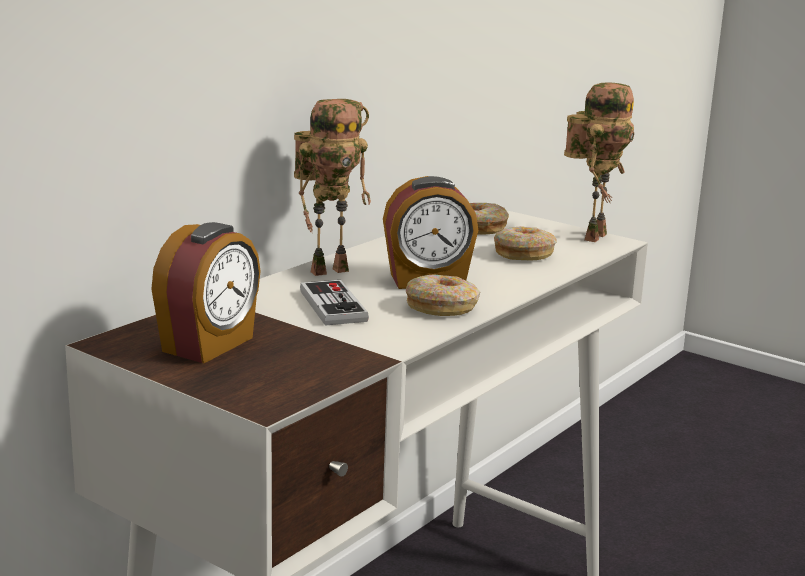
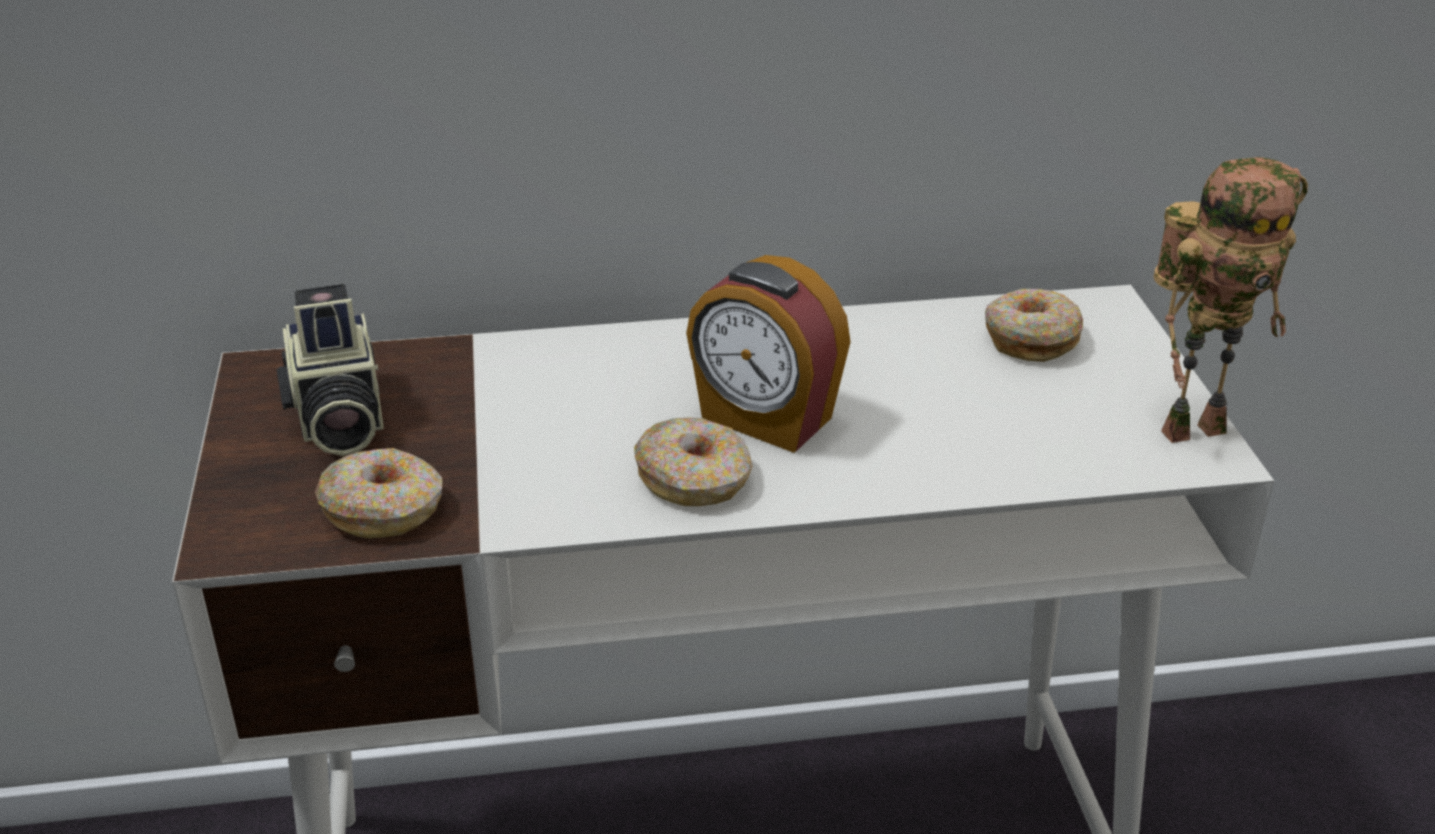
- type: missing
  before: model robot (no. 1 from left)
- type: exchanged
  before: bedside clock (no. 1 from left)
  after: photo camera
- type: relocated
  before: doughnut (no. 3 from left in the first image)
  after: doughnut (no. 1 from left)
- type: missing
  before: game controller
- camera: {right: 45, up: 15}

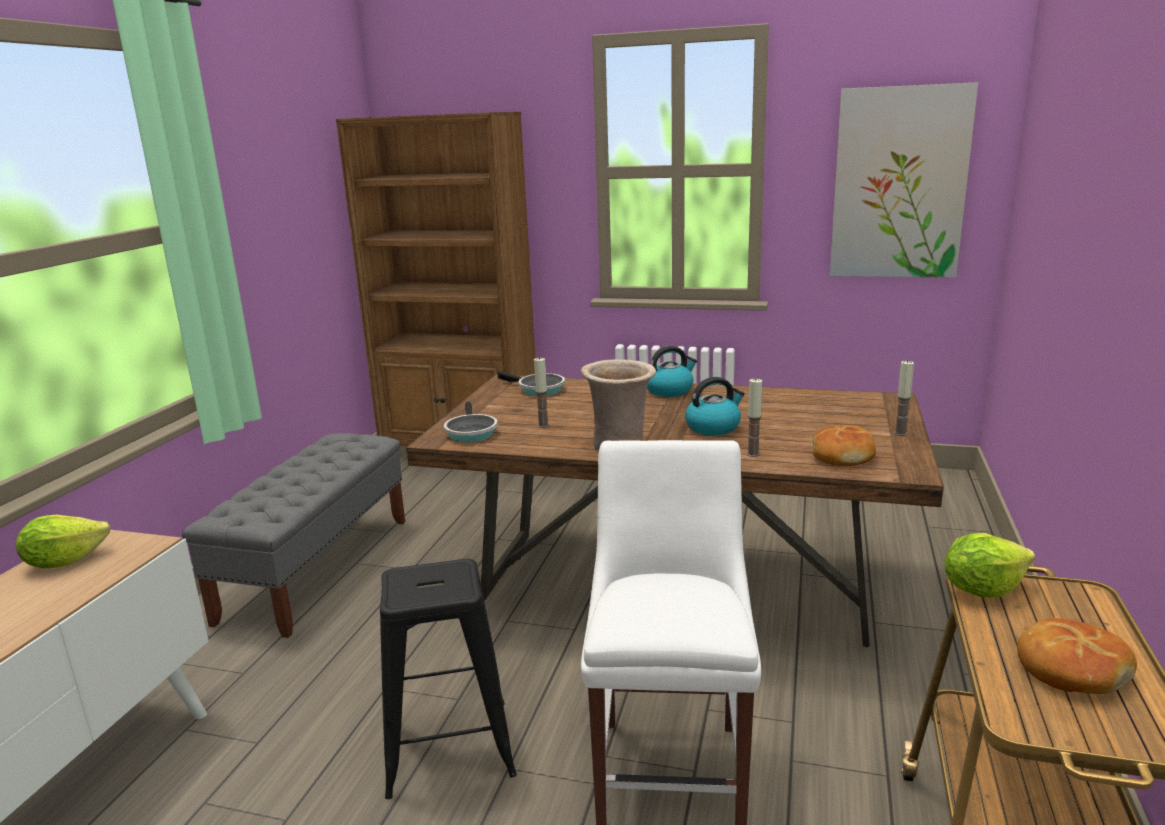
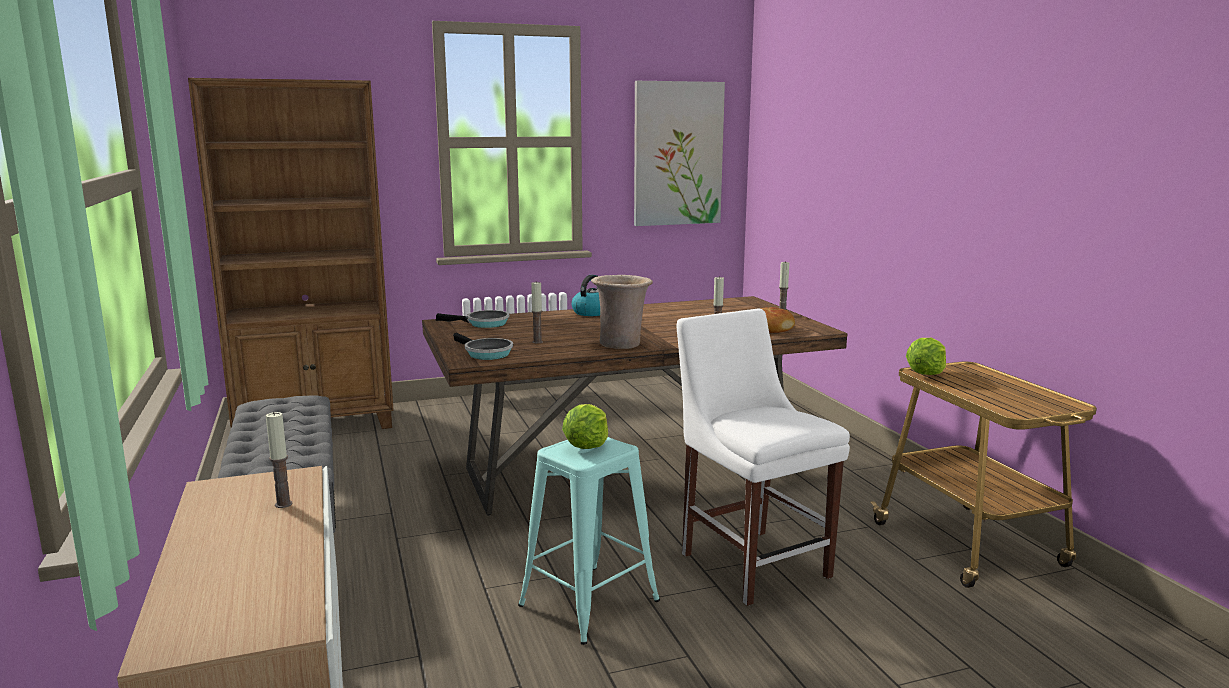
- type: missing
  before: tea kettle (no. 2 from left)
- type: relocated
  before: head of lettuce (no. 1 from left)
- type: colour
  before: blackish stool seat
  after: turquoise stool seat
- type: missing
  before: bread (no. 2 from left)
- type: appeared
  after: wax light (no. 1 from left)
- camera: {right: -35, up: -5}

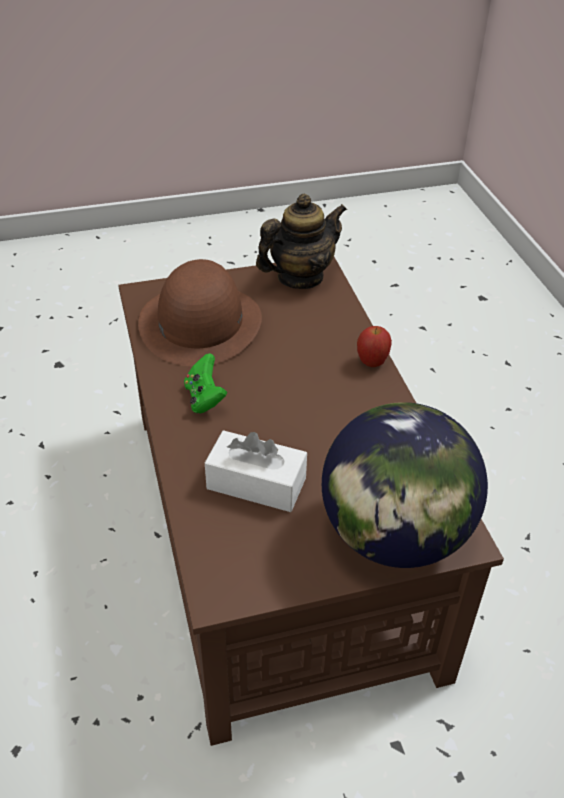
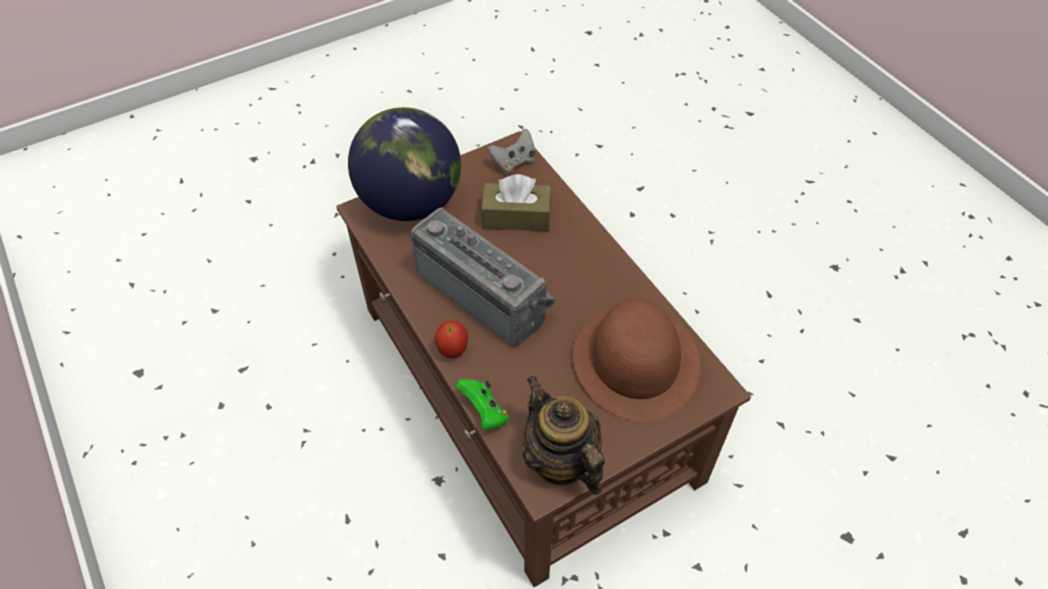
- type: spun
  before: tea pot
  turn: 105
- type: relocated
  before: greenish game controller
- type: colour
  before: white box of tissues
  after: brown-coloured box of tissues
- type: appeared
  after: gray game controller
- type: appeared
  after: radio
- camera: {right: 165, up: 10}

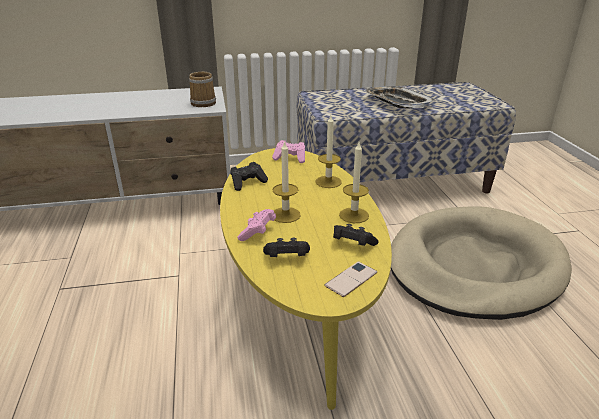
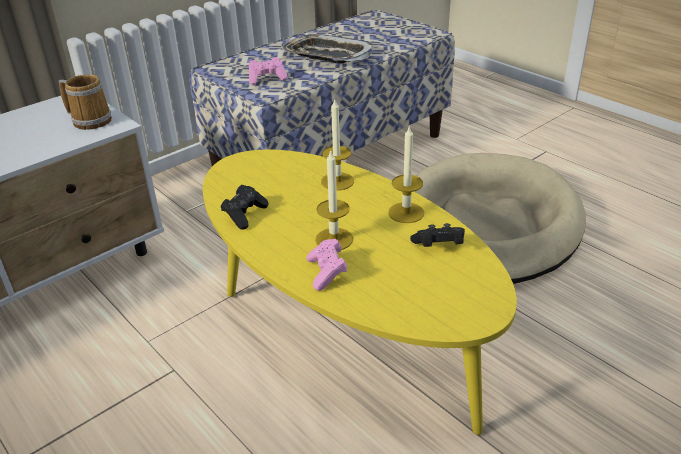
- type: relocated
  before: pink-coloured game controller (no. 2 from left in the first image)
  after: pink-coloured game controller (no. 1 from left)
- type: missing
  before: blackish game controller (no. 2 from left)
- type: missing
  before: phone
- camera: {right: -30, up: 5}

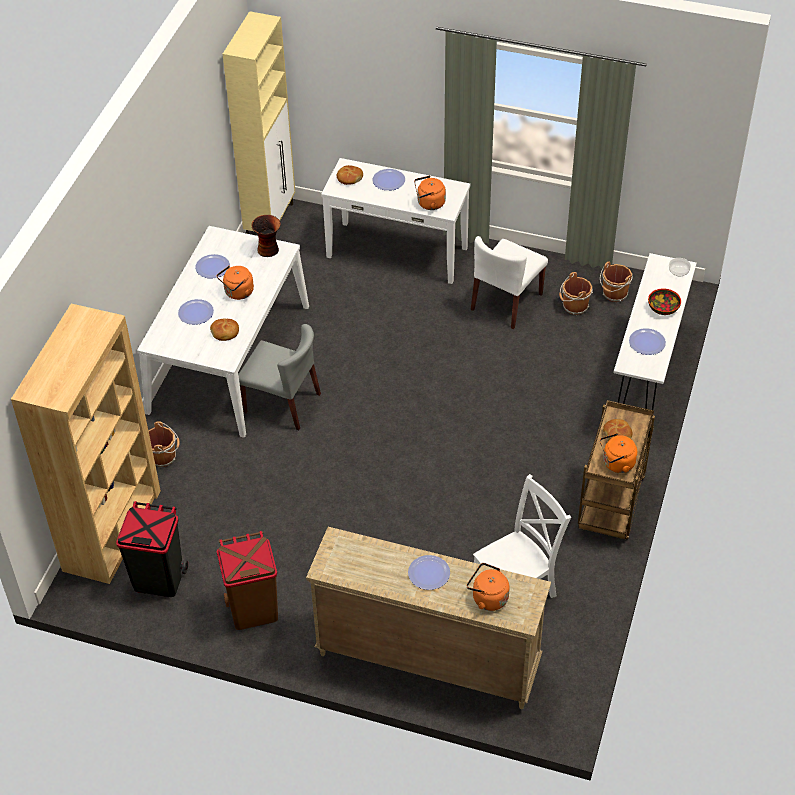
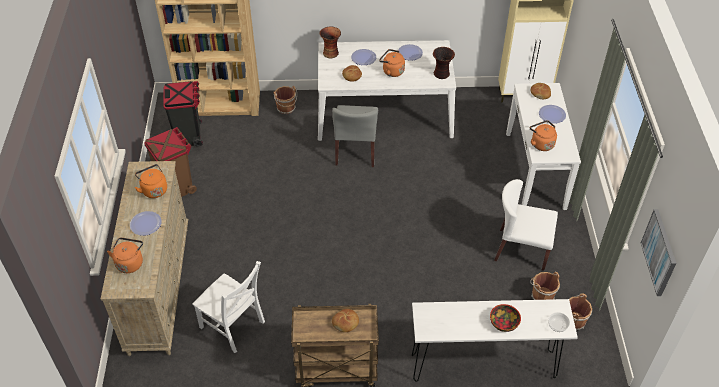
- type: missing
  before: plate (no. 5 from left)
- type: relocated
  before: orange tea kettle (no. 4 from left in the first image)
  after: orange tea kettle (no. 2 from left)
- type: appeared
  after: flower vase (no. 1 from left)
- type: appeared
  after: wall art
- camera: {right: 70, up: 0}

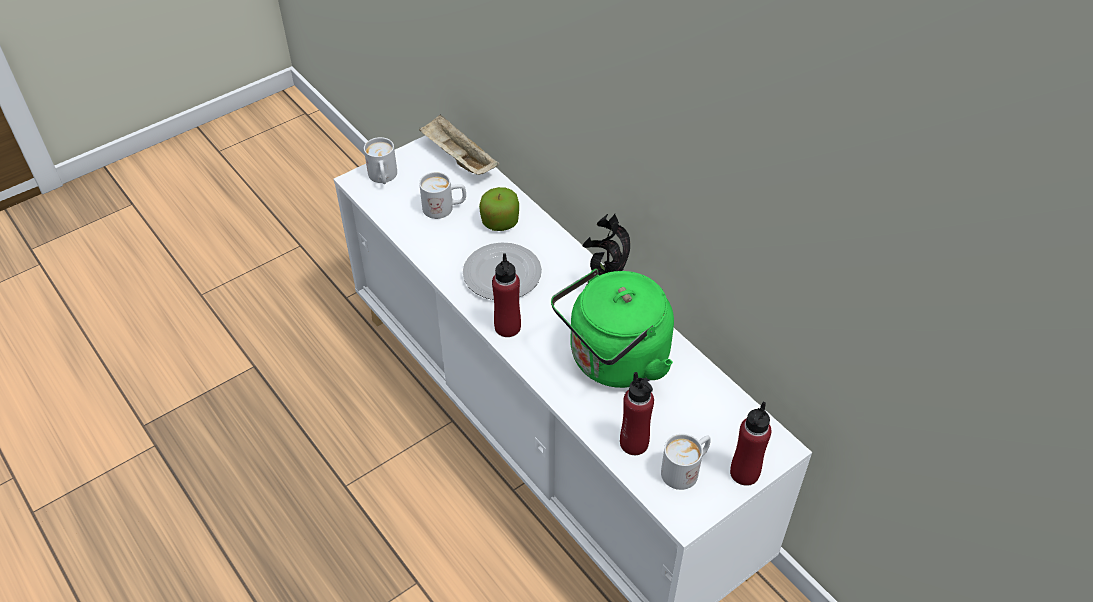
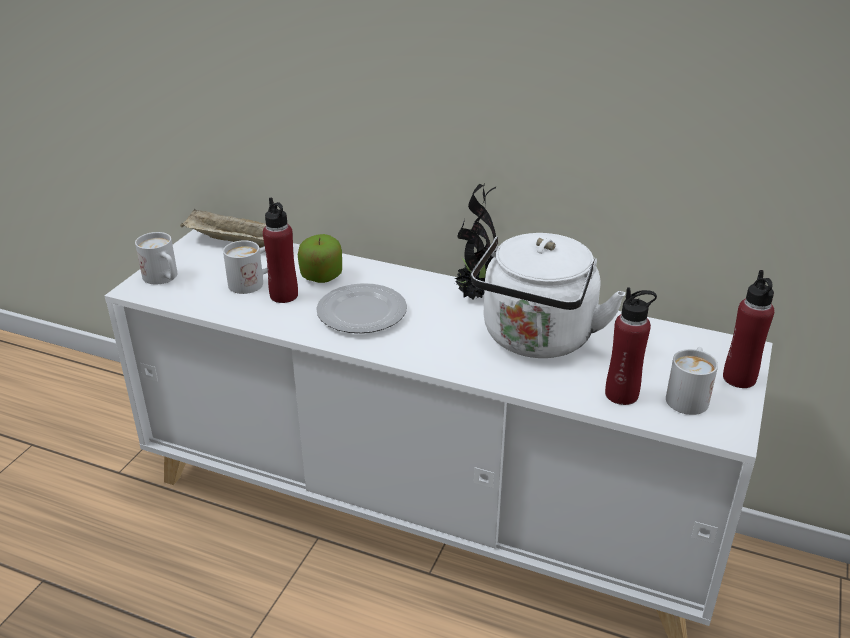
- type: relocated
  before: red bottle (no. 1 from left)
- type: colour
  before: greenish tea kettle
  after: white tea kettle
- camera: {right: -30, up: -15}

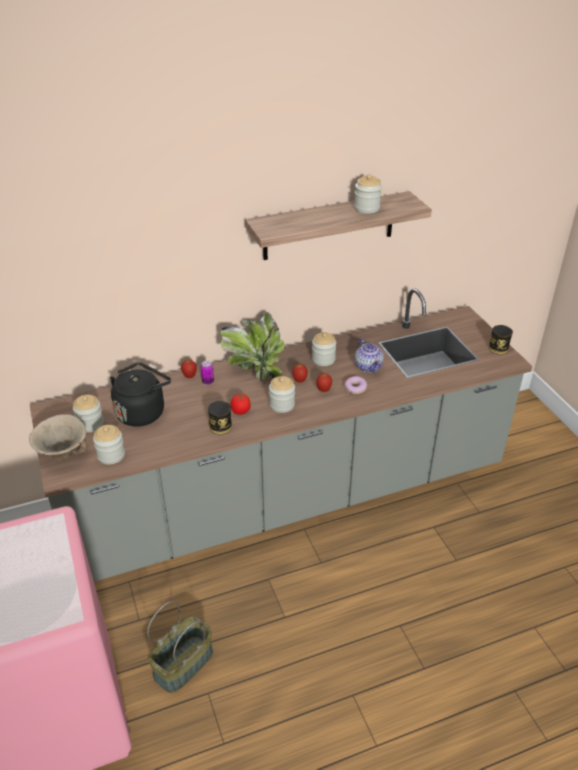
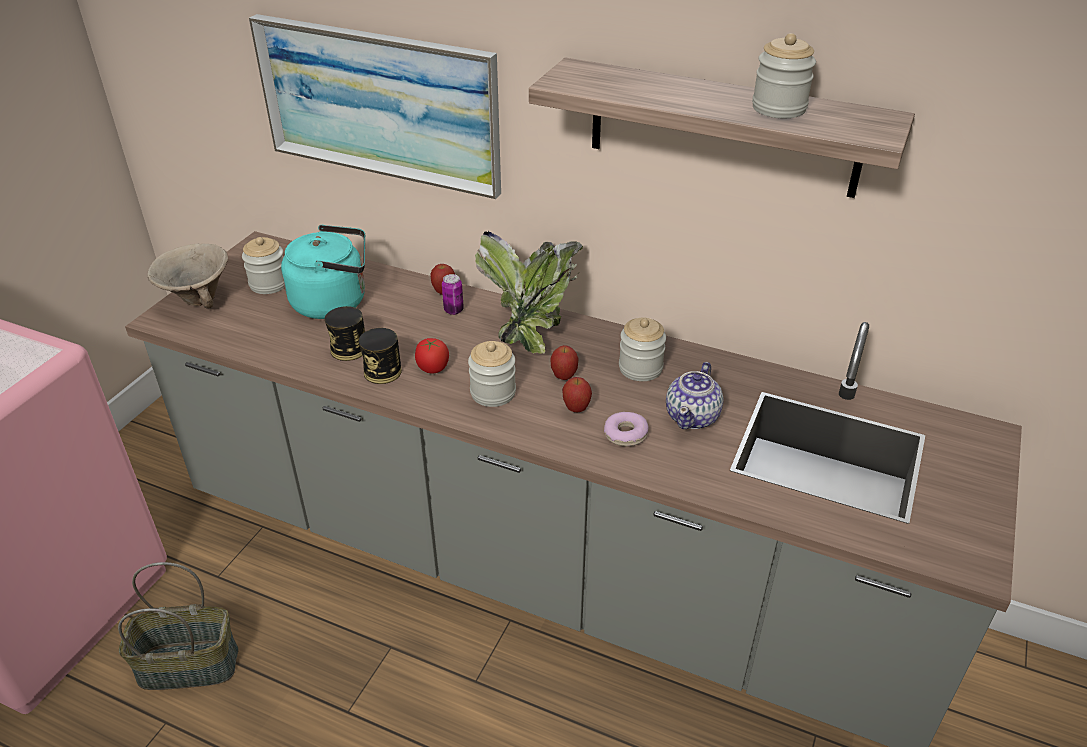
- type: relocated
  before: metal can (no. 3 from left in the first image)
  after: metal can (no. 1 from left)
- type: colour
  before: blackish tea kettle
  after: turquoise tea kettle
- type: missing
  before: jar (no. 2 from left)
- type: appeared
  after: wall art
- camera: {right: 45, up: 0}

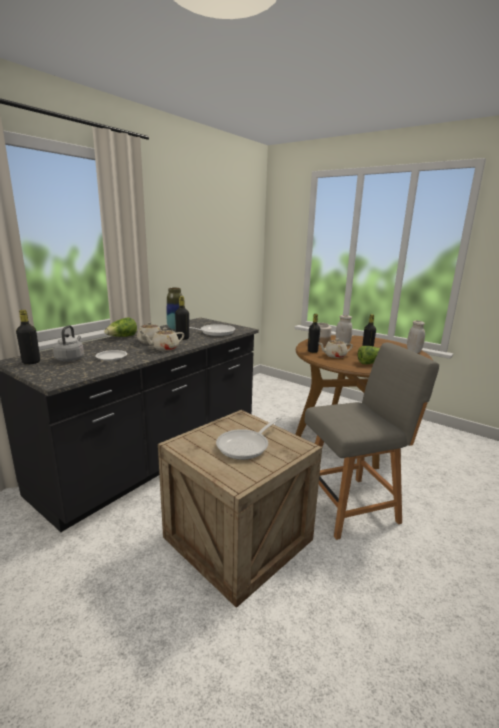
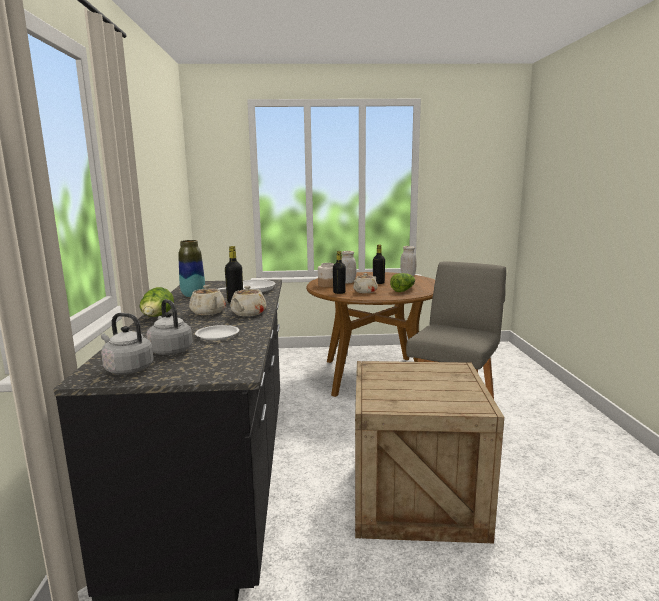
- type: exchanged
  before: blackish bottle (no. 1 from left)
  after: gray tea kettle (no. 1 from left)
- type: missing
  before: pan (no. 2 from left)
- camera: {right: -40, up: -5}

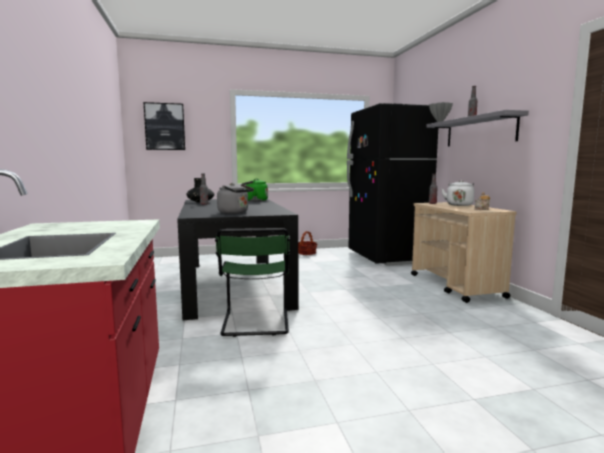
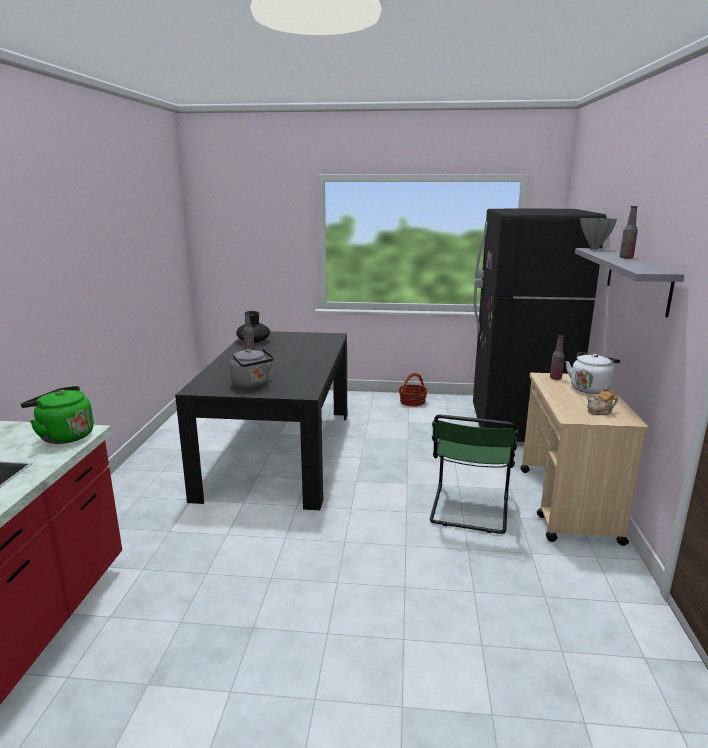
- type: missing
  before: wall art
- type: relocated
  before: greenish tea kettle
- type: relocated
  before: greenish chair
- camera: {right: 20, up: 10}

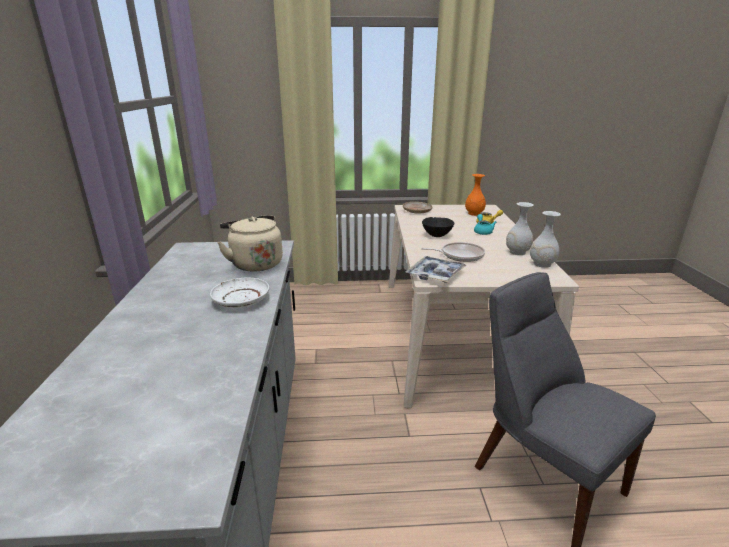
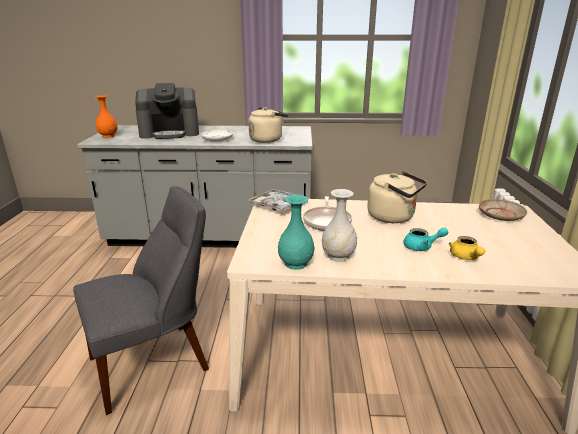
- type: relocated
  before: orange flower vase
- type: colour
  before: white flower vase (no. 2 from left)
  after: turquoise flower vase
- type: exchanged
  before: blackish bowl
  after: beige tea kettle (no. 2 from left)
- type: appeared
  after: coffee brewer
- camera: {right: 95, up: 0}

